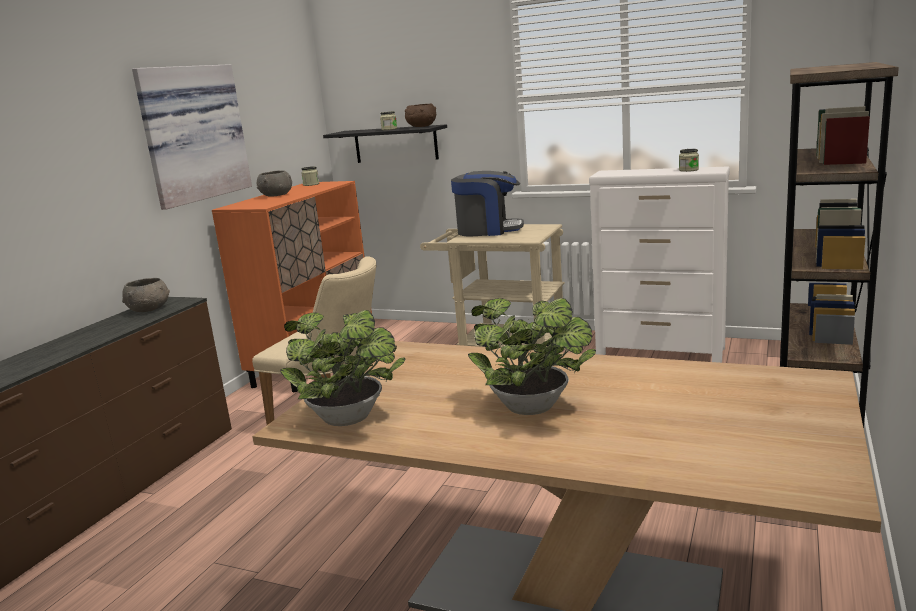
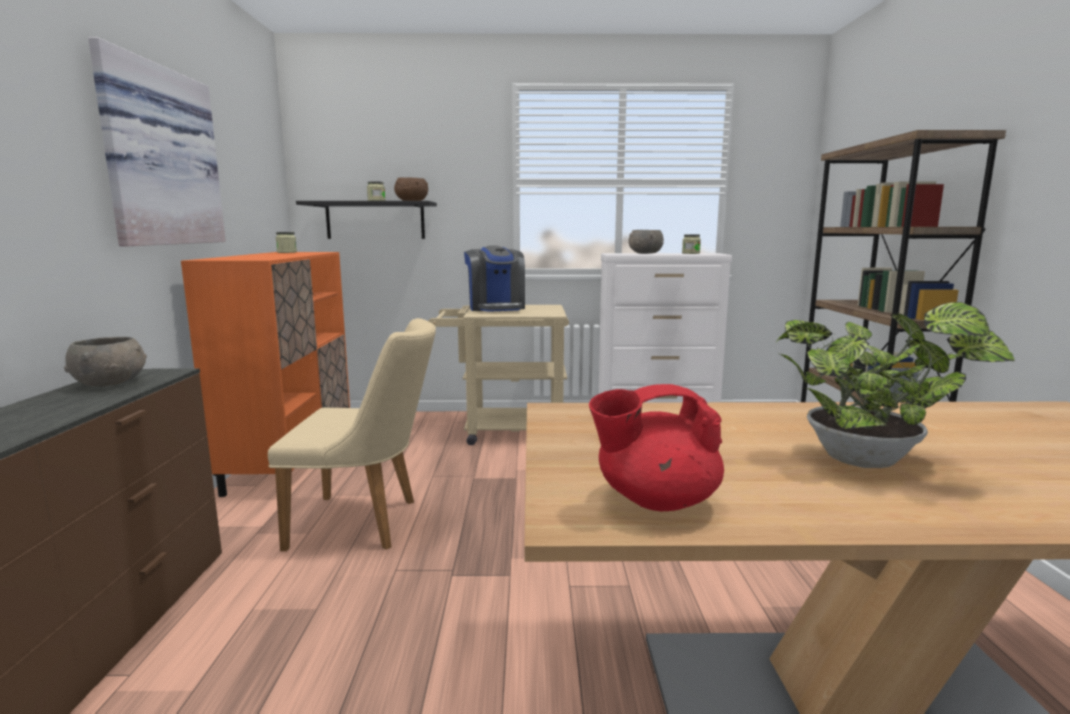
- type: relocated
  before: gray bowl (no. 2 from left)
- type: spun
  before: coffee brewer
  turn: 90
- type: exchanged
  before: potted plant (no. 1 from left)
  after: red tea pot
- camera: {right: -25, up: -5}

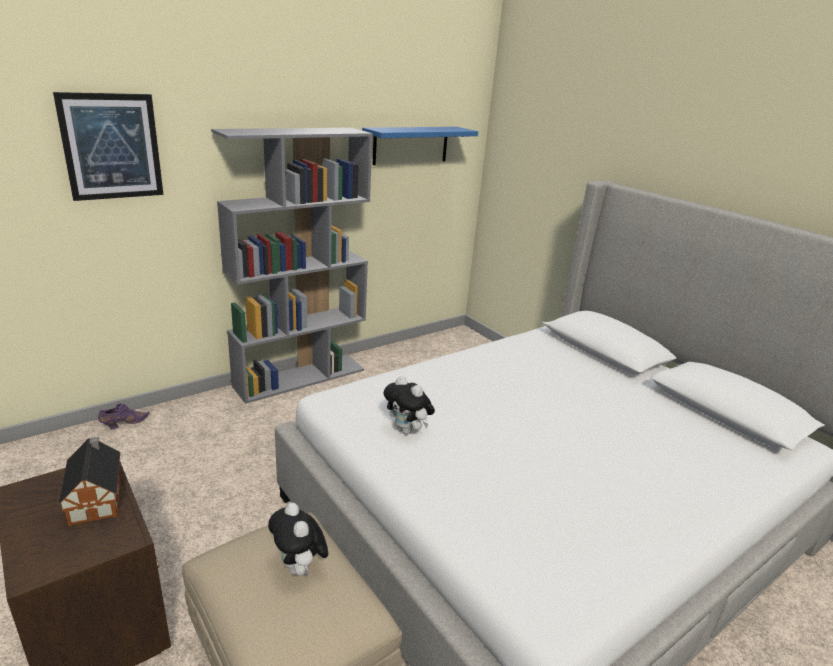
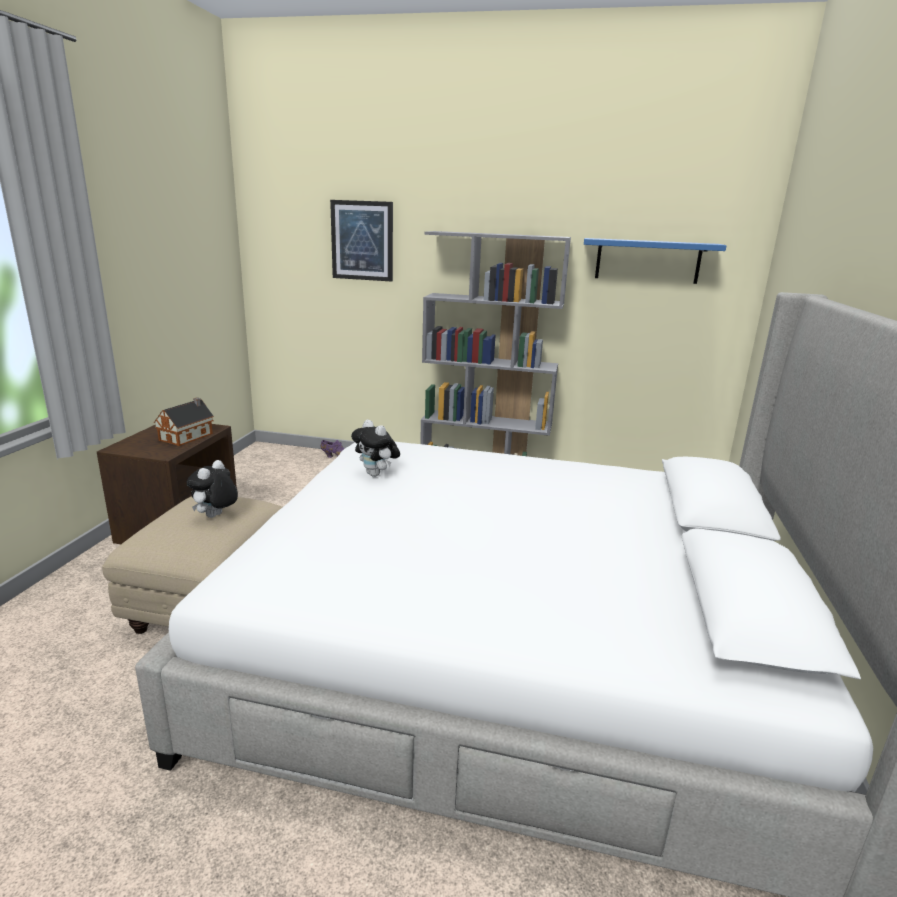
- type: spun
  before: soft toy (no. 2 from left)
  turn: -45
- camera: {right: 50, up: -5}

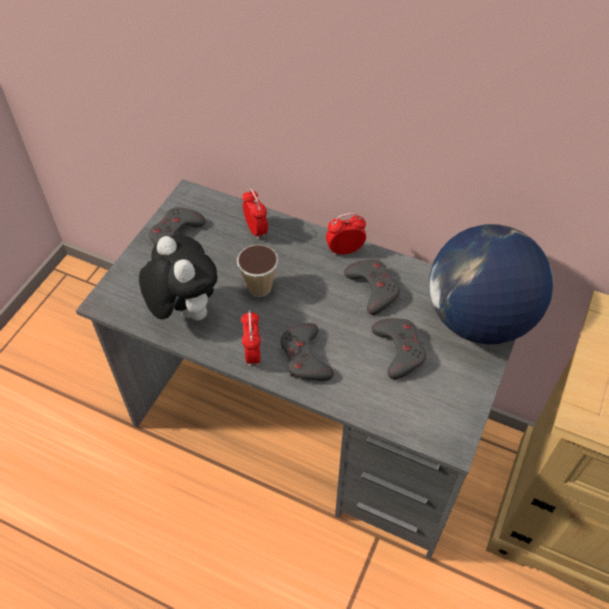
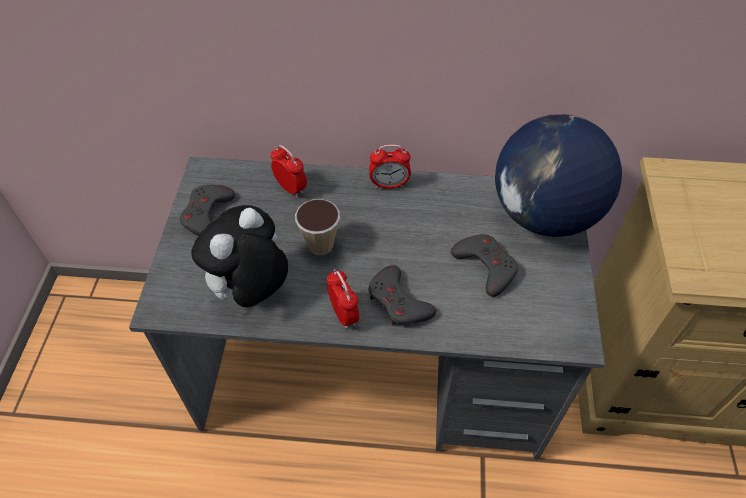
- type: spun
  before: bedside clock (no. 3 from left)
  turn: -150
- type: spun
  before: soft toy
  turn: -90
- type: missing
  before: gray game controller (no. 3 from left)
- camera: {right: -20, up: 0}

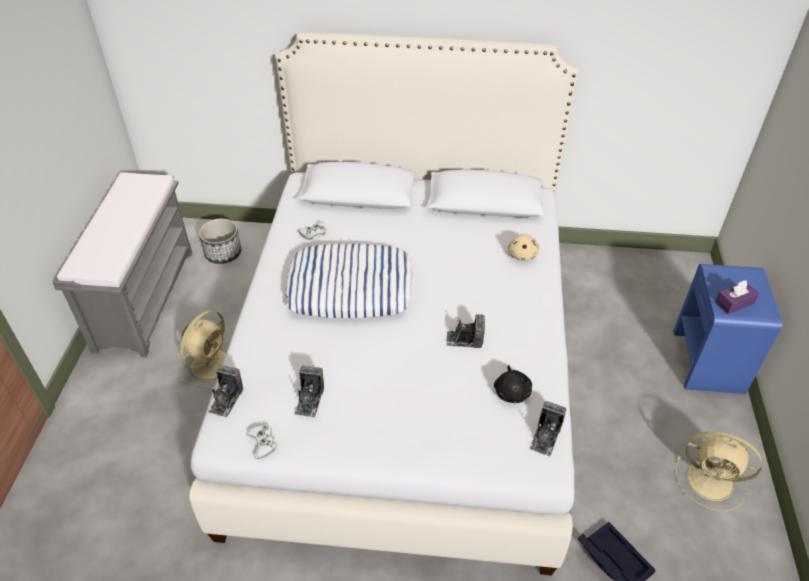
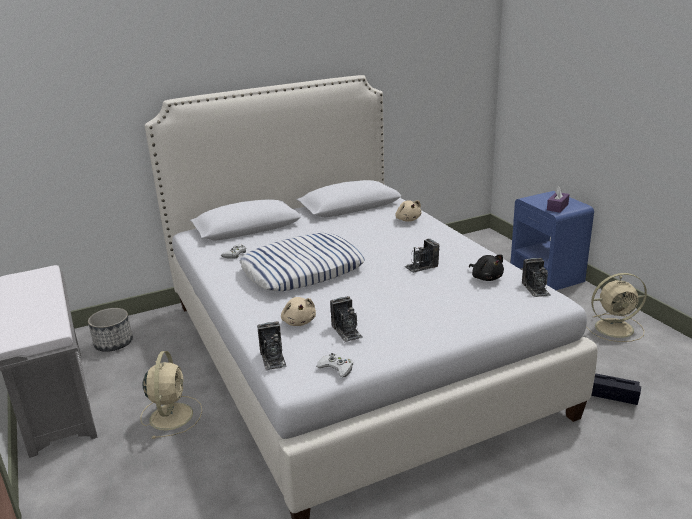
- type: appeared
  after: beige soft toy (no. 1 from left)
- camera: {right: -30, up: -20}

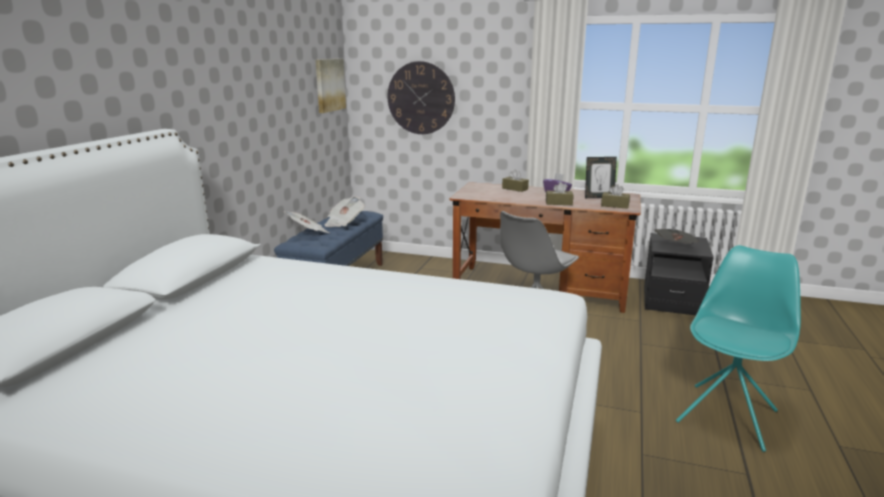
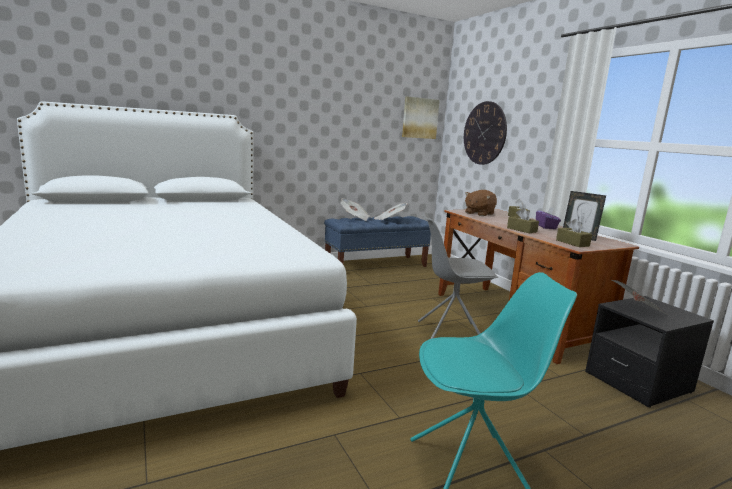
- type: appeared
  after: brown-coloured soft toy
- camera: {right: 45, up: -5}

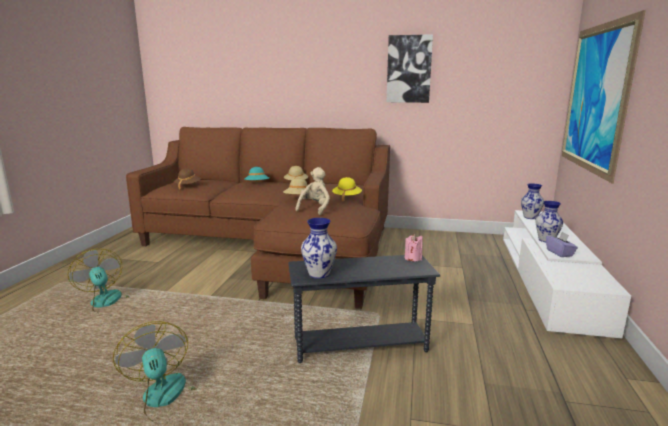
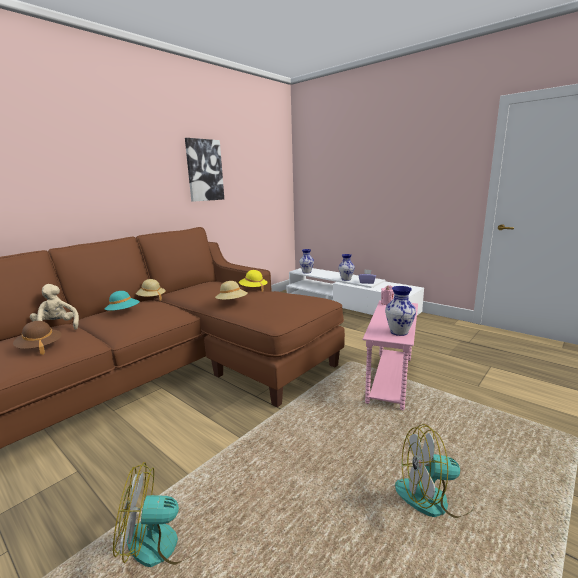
- type: missing
  before: wall art (no. 2 from left)
- type: relocated
  before: beige soft toy
- type: colour
  before: gray side table
  after: pink-coloured side table
- camera: {right: -60, up: 0}

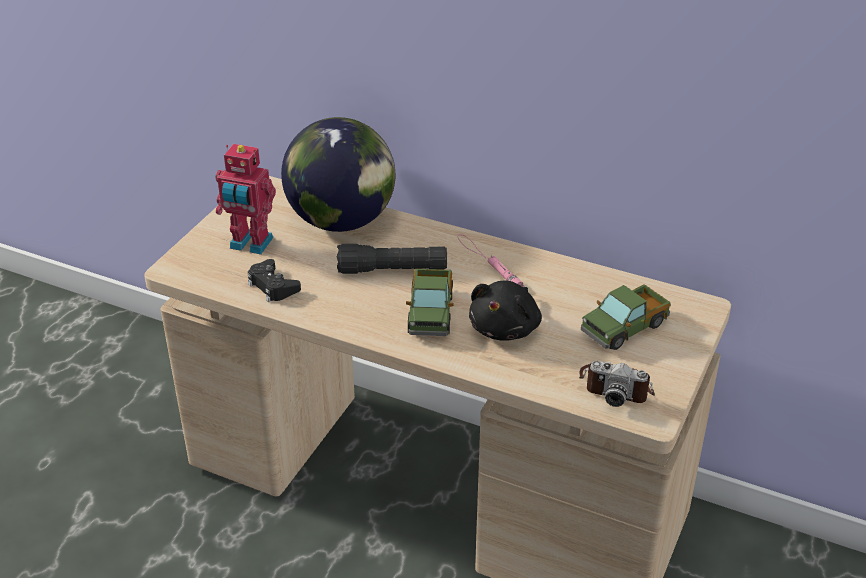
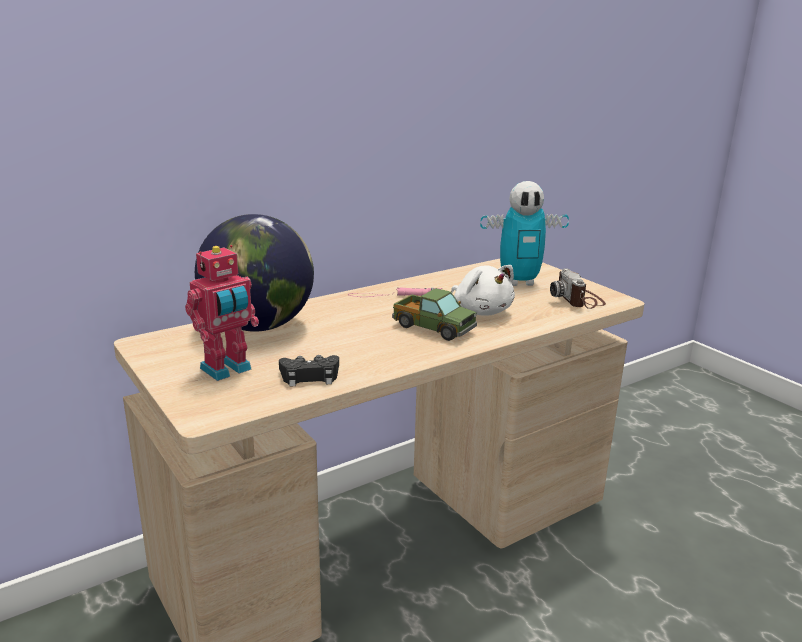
- type: missing
  before: blackish torch
- type: colour
  before: blackish soft toy
  after: white soft toy
- type: exchanged
  before: model truck (no. 2 from left)
  after: model robot (no. 2 from left)
- type: spun
  before: photo camera
  turn: 120
- camera: {right: -60, up: -15}

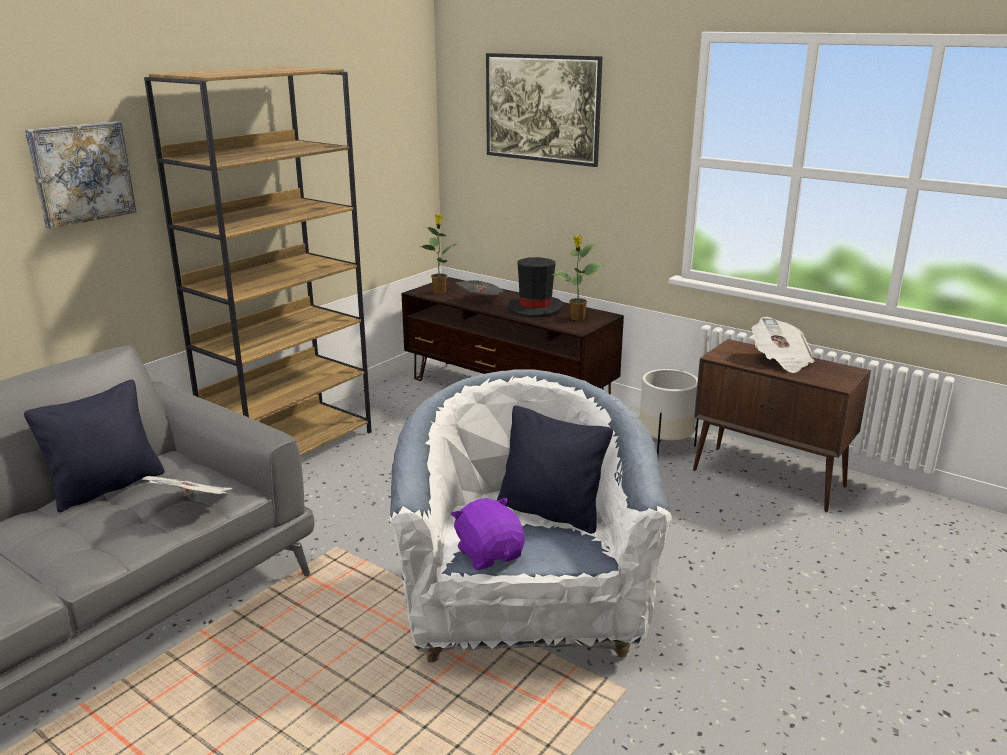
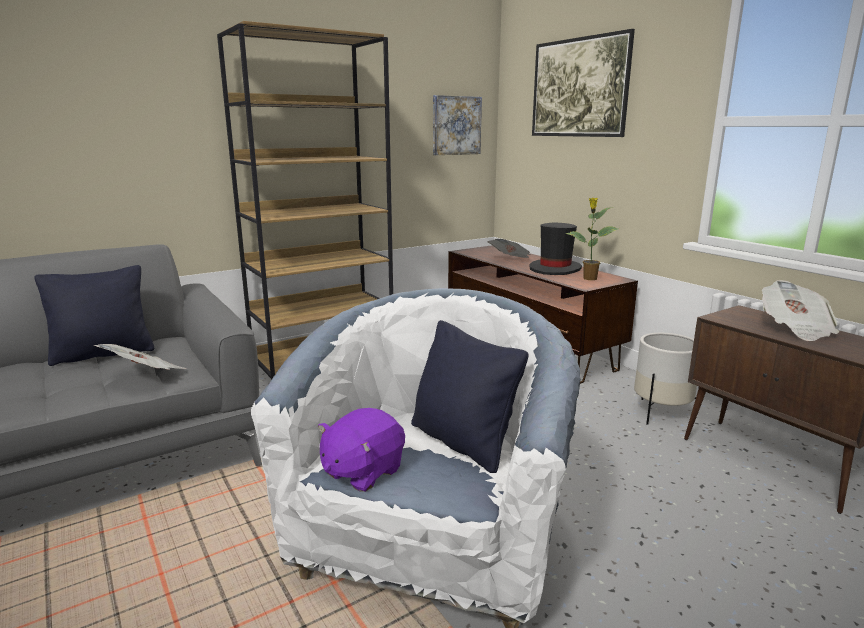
- type: relocated
  before: wall art (no. 1 from left)
- type: missing
  before: potted plant (no. 1 from left)
- type: spun
  before: purple-coloured soft toy
  turn: -135
- camera: {right: 20, up: -5}

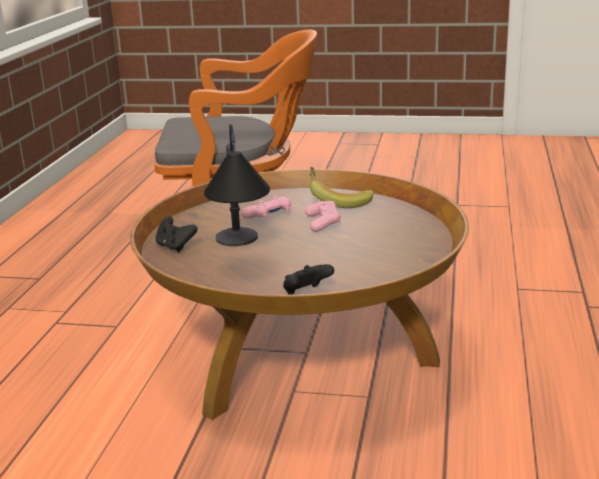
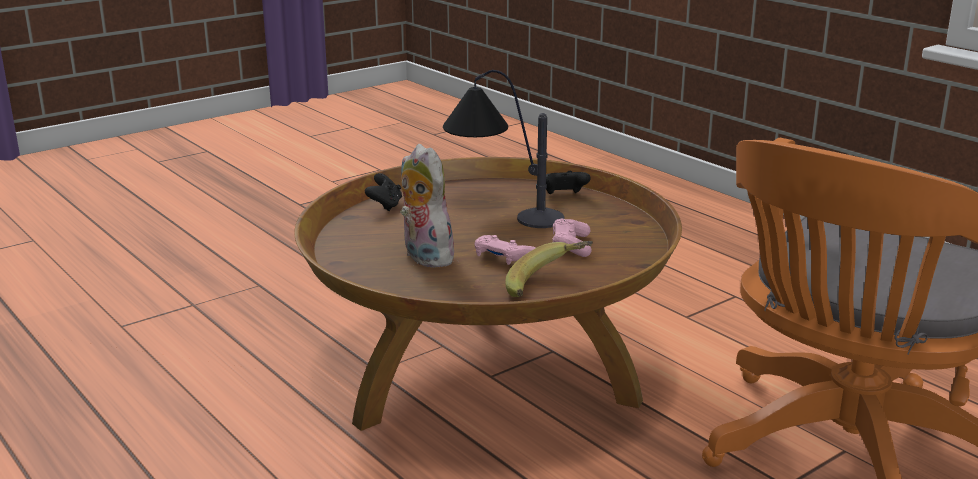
- type: appeared
  after: soft toy
- camera: {right: 130, up: 0}

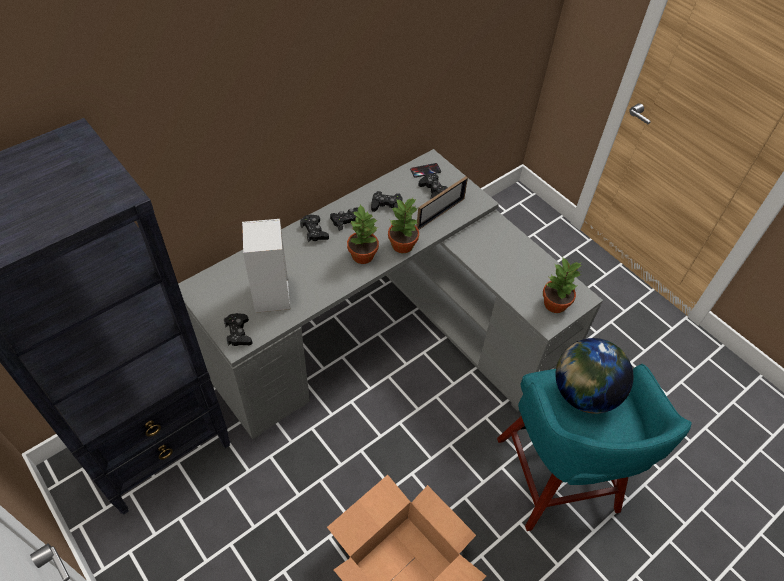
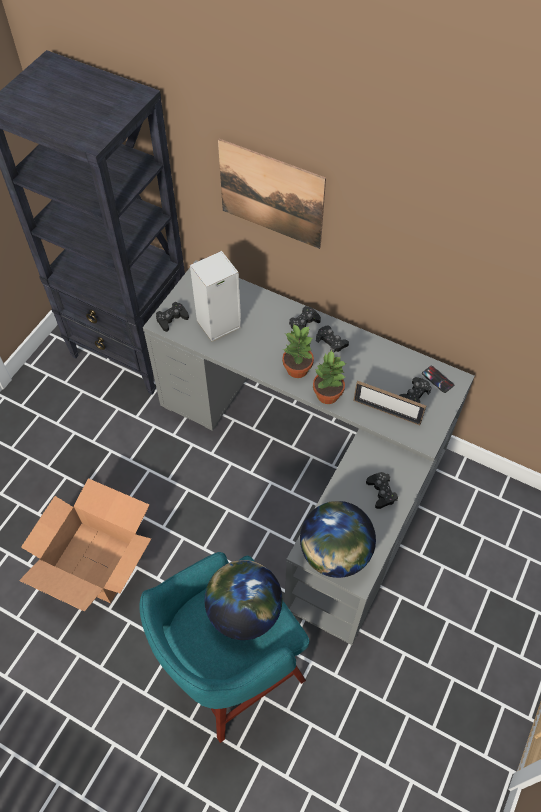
- type: relocated
  before: blackish game controller (no. 4 from left)
- type: exchanged
  before: potted plant (no. 3 from left)
  after: world globe (no. 2 from left)
- type: appeared
  after: wall art
- camera: {right: 70, up: 5}

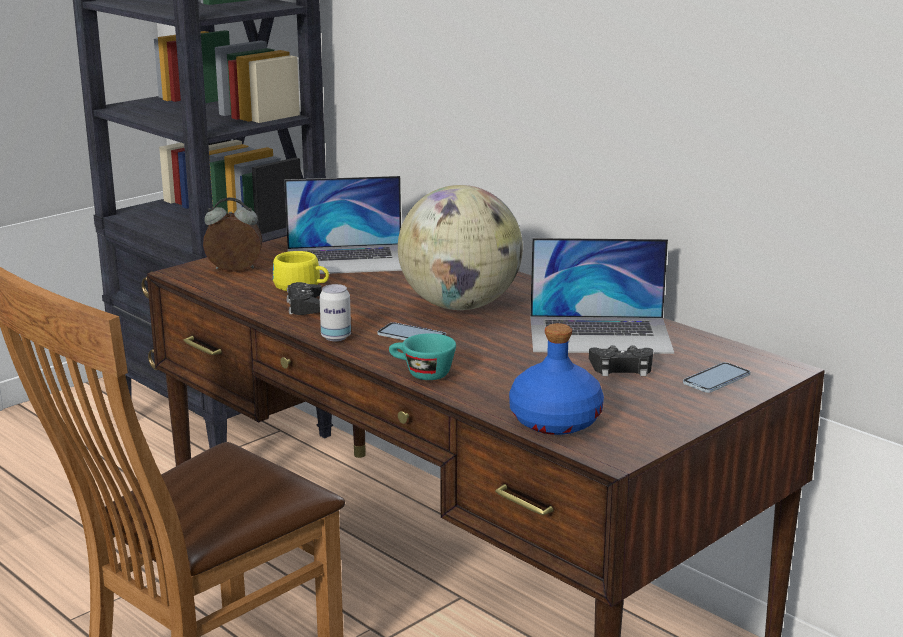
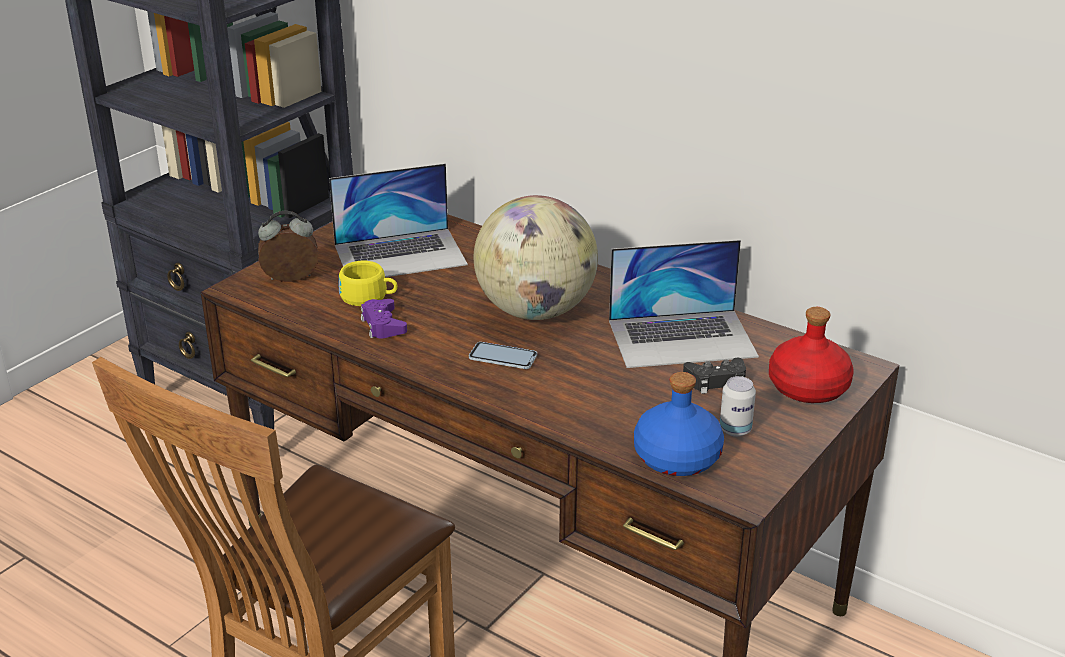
- type: colour
  before: blackish game controller (no. 1 from left)
  after: purple-coloured game controller
- type: relocated
  before: metal can
- type: missing
  before: turquoise drinking cup
- type: exchanged
  before: phone (no. 2 from left)
  after: red bottle
- camera: {right: -10, up: 10}

